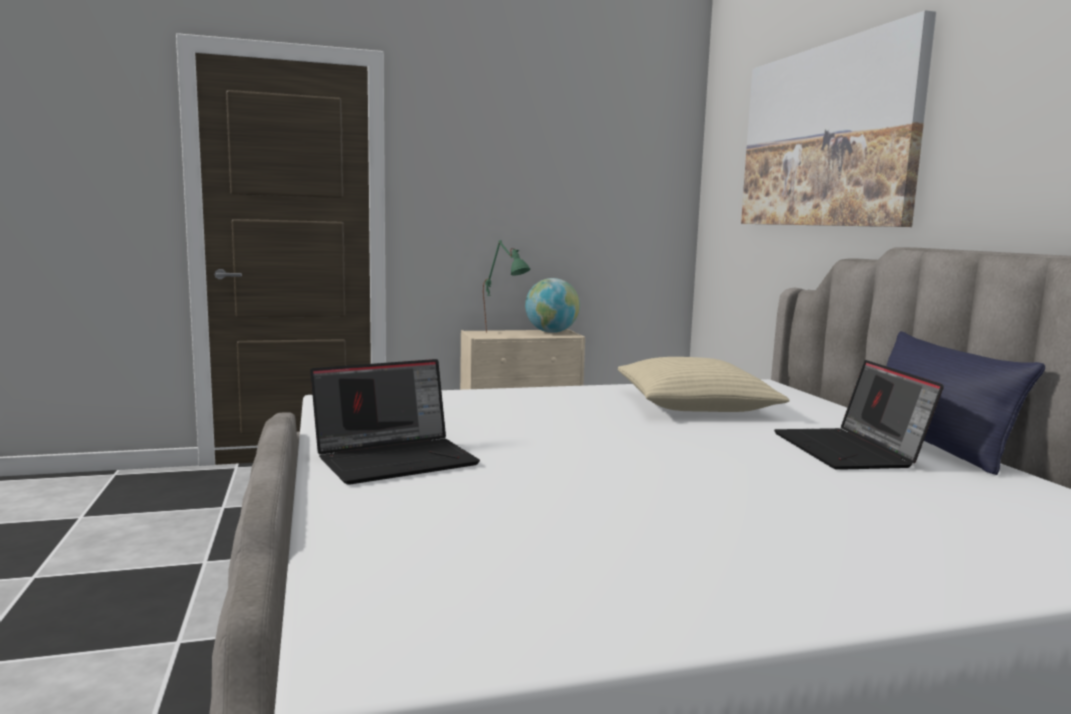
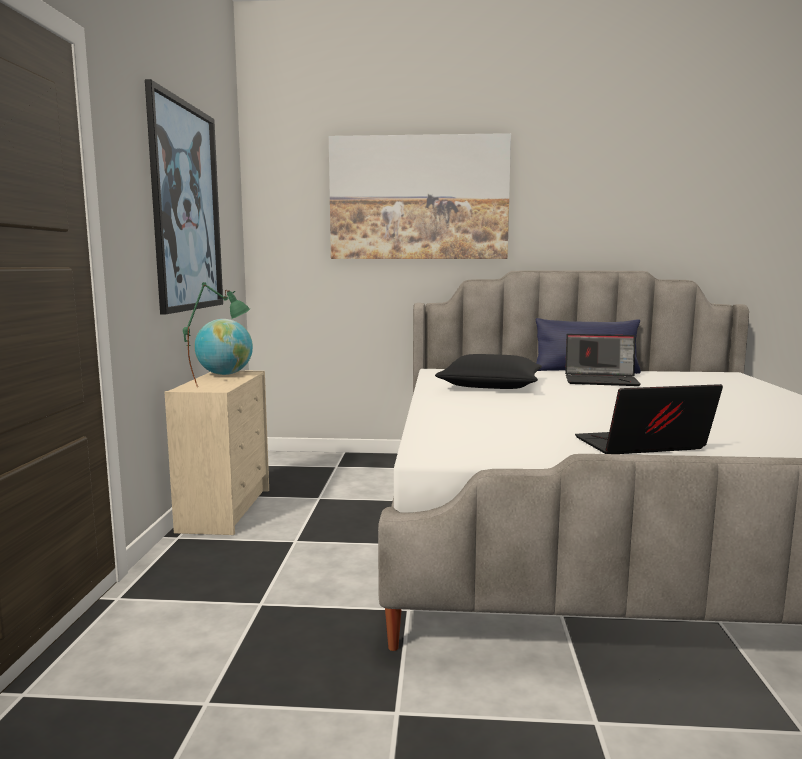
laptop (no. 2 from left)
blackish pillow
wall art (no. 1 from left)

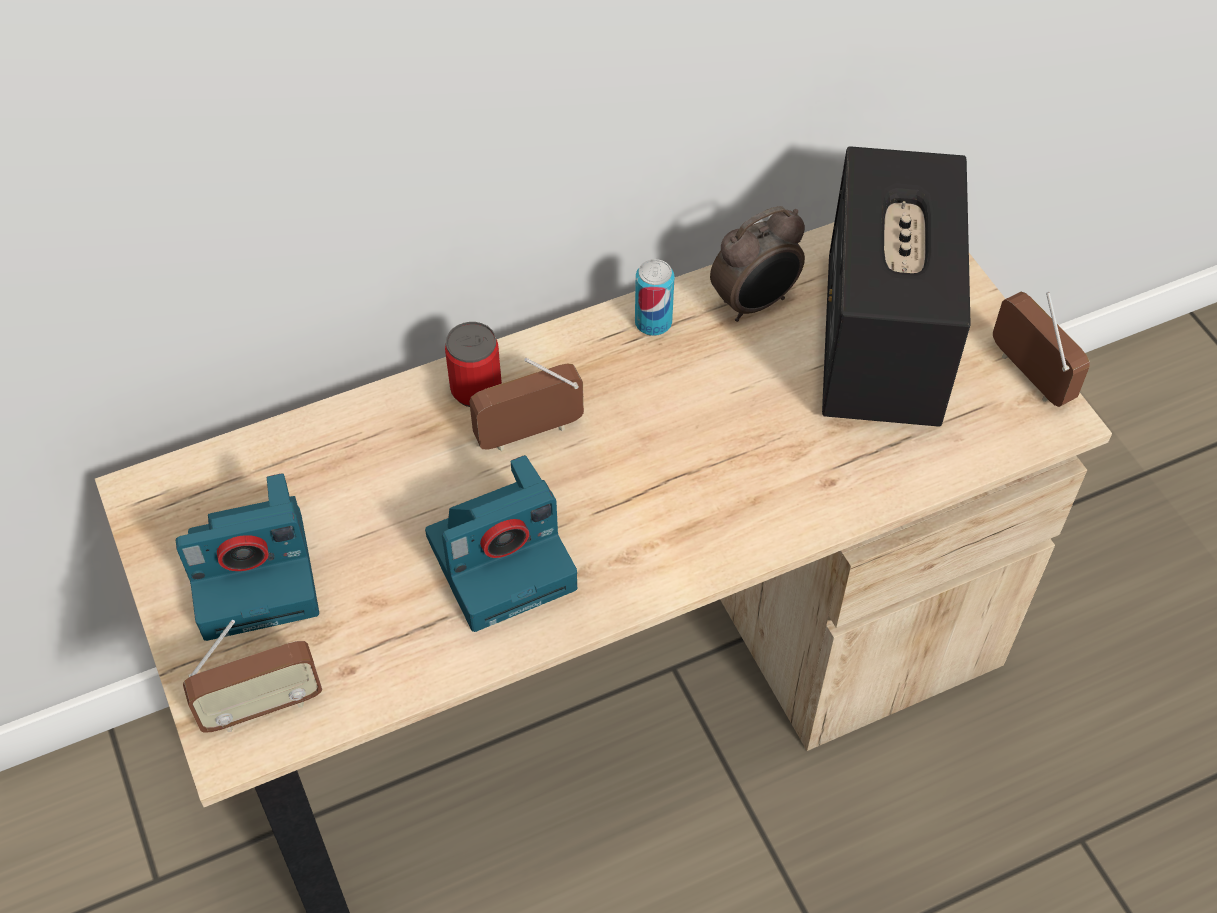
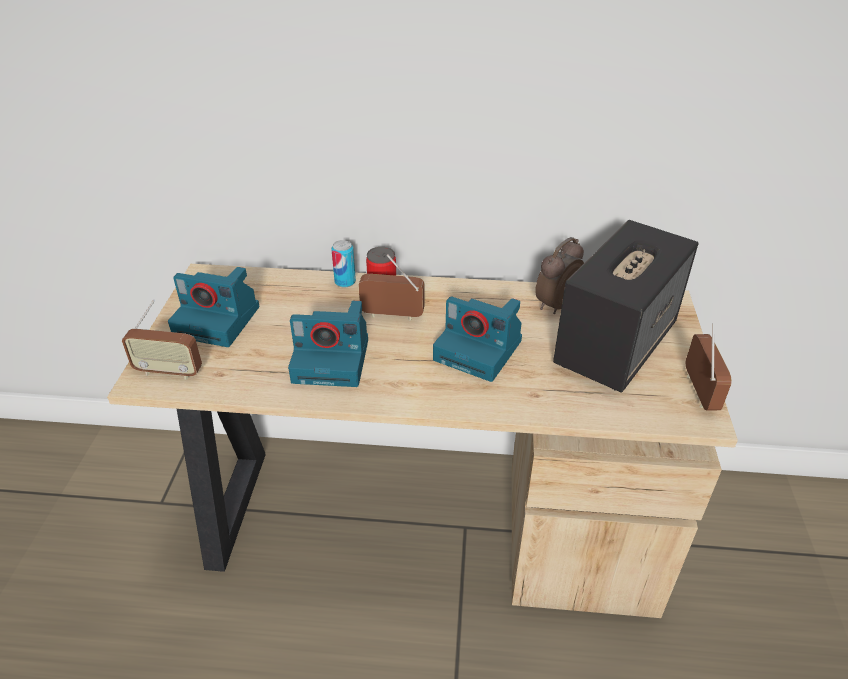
sealed can (no. 1 from left)
bedside clock
still camera (no. 3 from left)

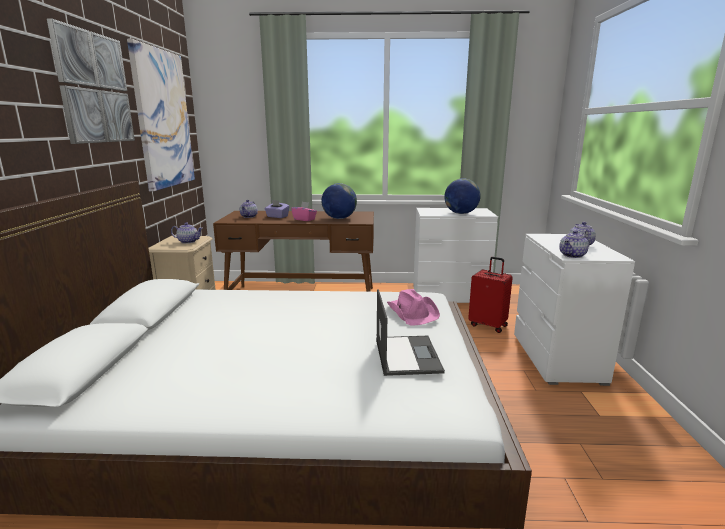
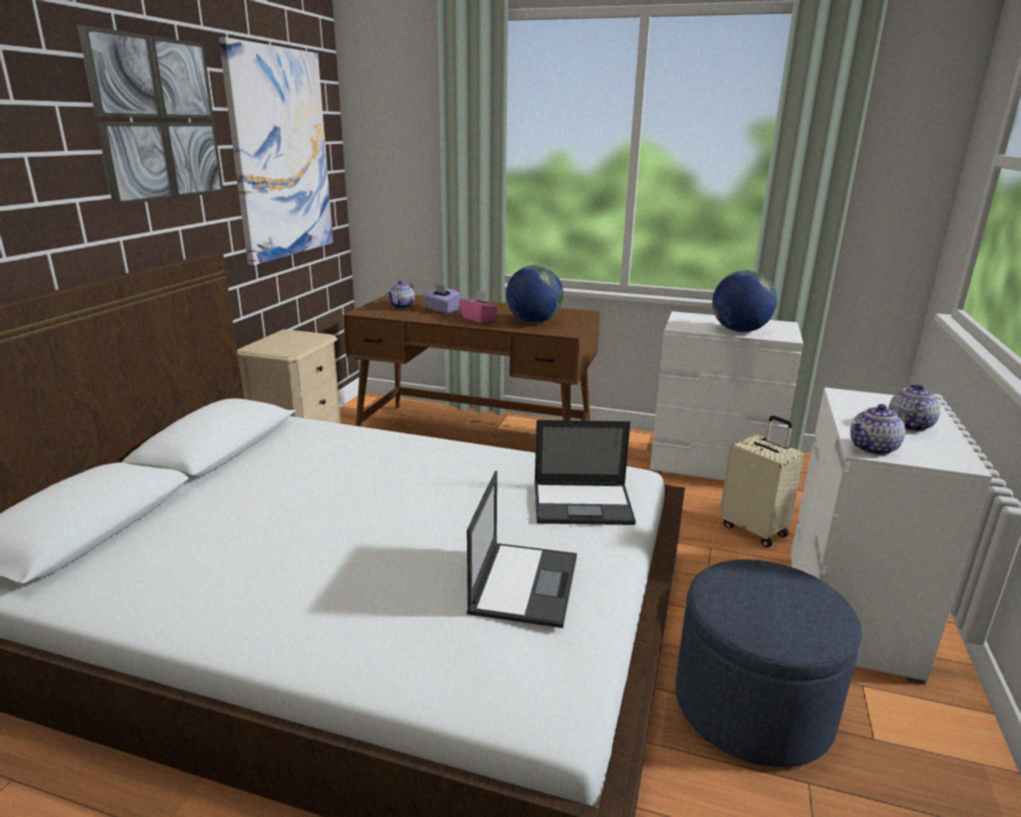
pot for tea (no. 1 from left in the first image)
laptop (no. 2 from left)
beige piece of luggage
blue ottoman

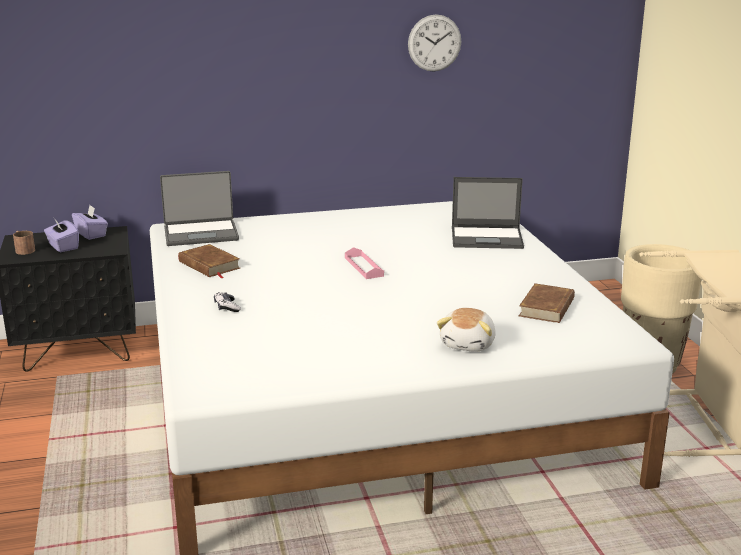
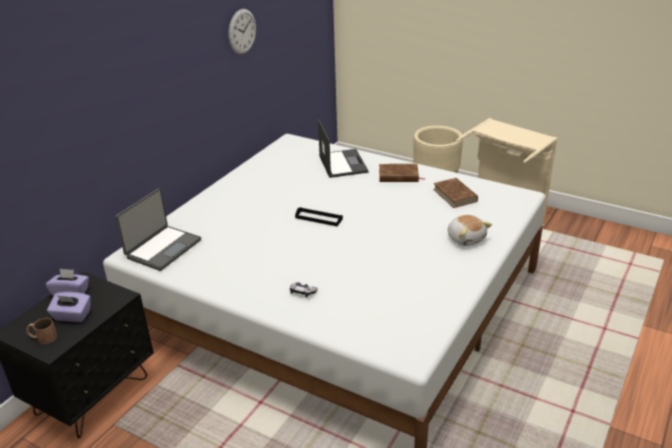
brown-coloured bound book (no. 1 from left)
blackish tray
laptop (no. 2 from left)

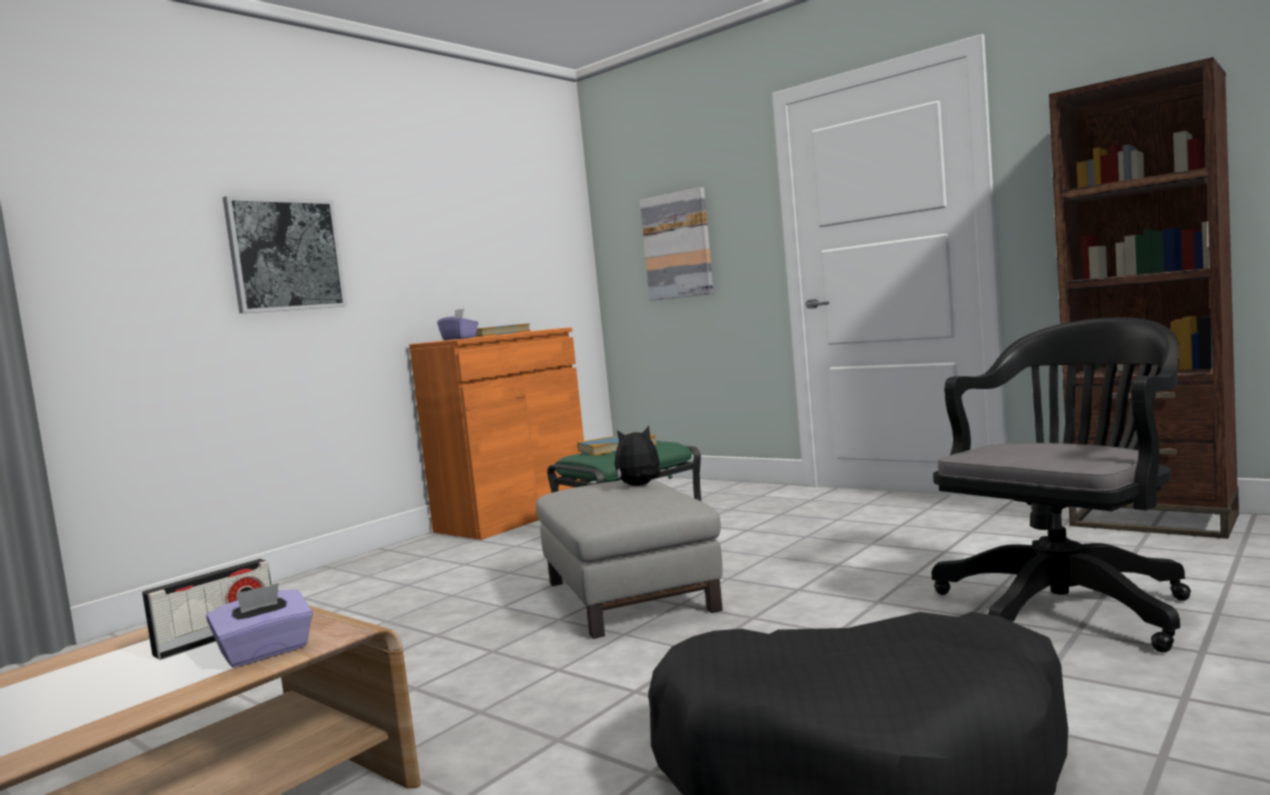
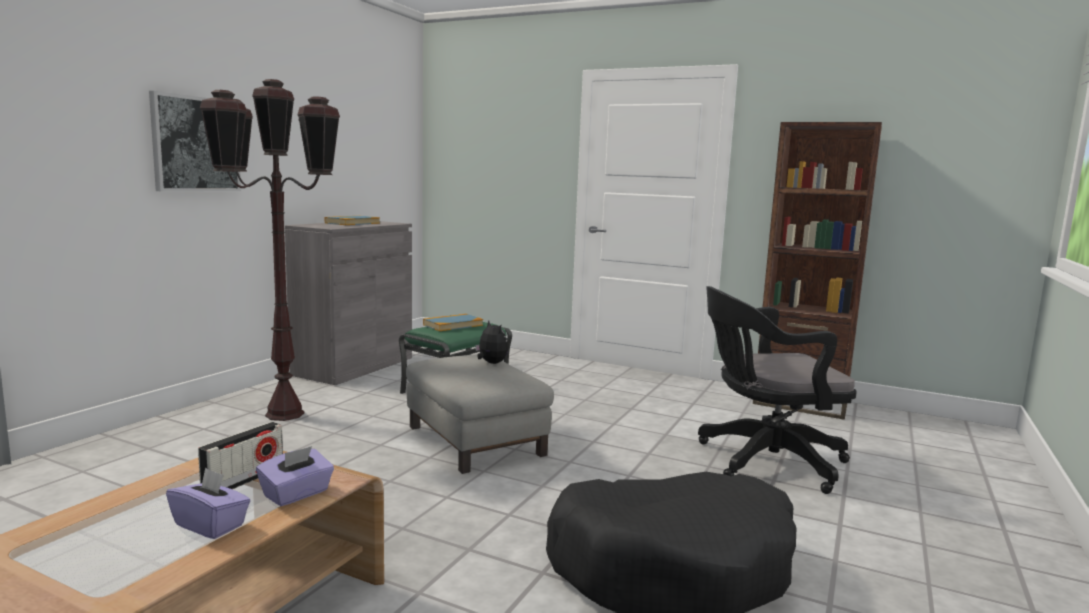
grey cupboard
purple tissue holder (no. 1 from left)
plush toy
wall art (no. 2 from left in the first image)
blackish desk chair
brown-coloured floor lamp

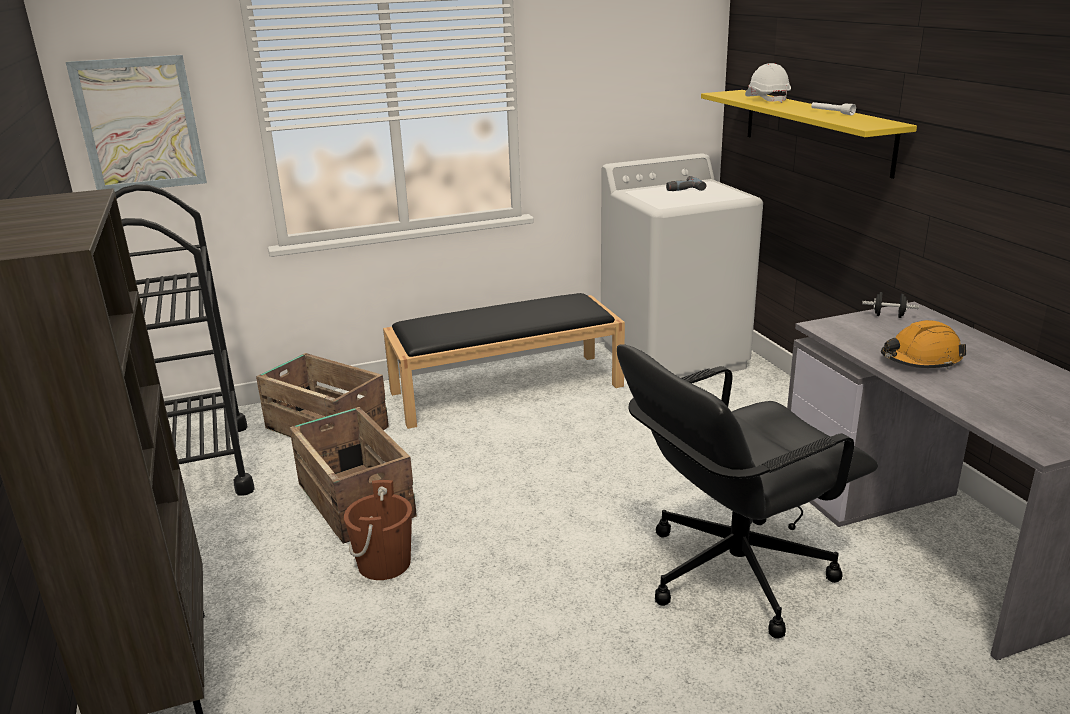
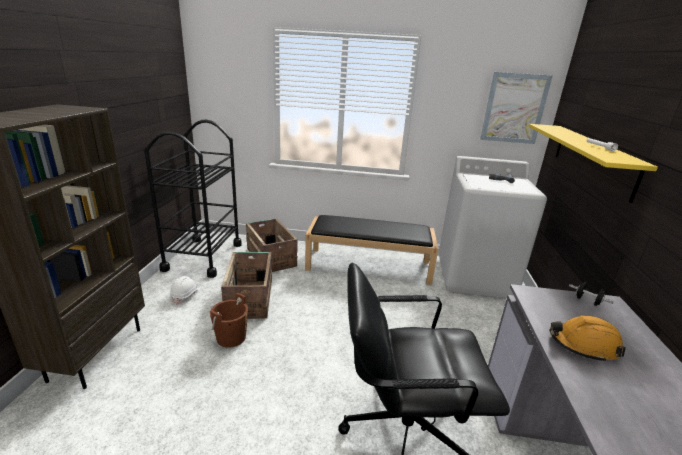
wall art
whitish safety helmet

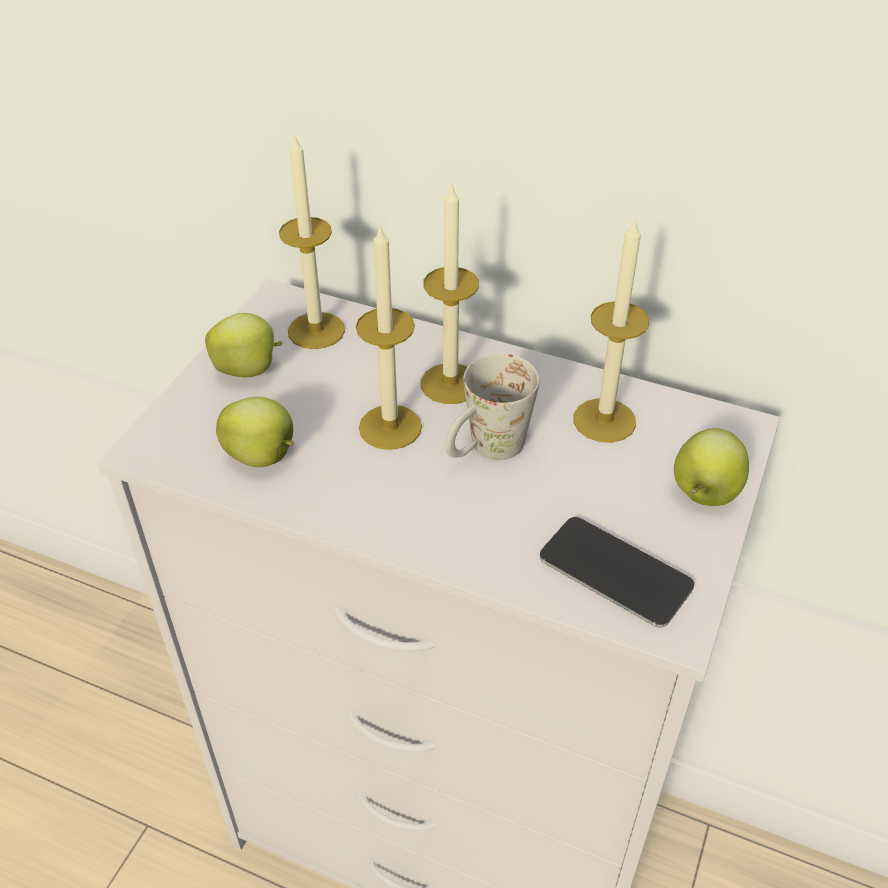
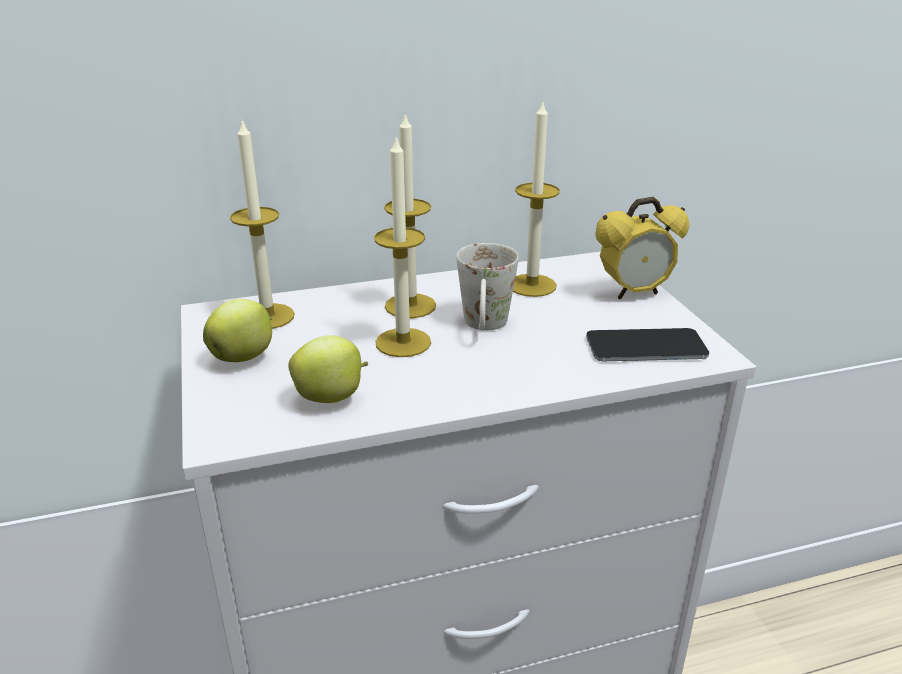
bedside clock

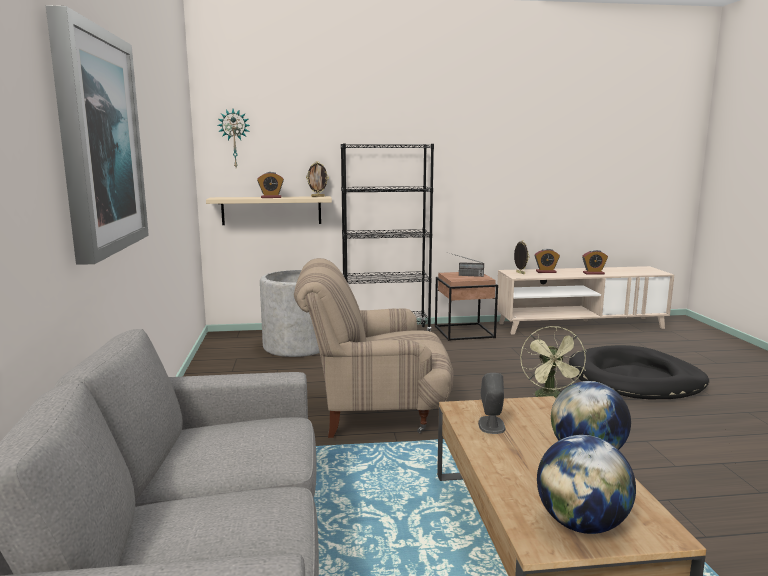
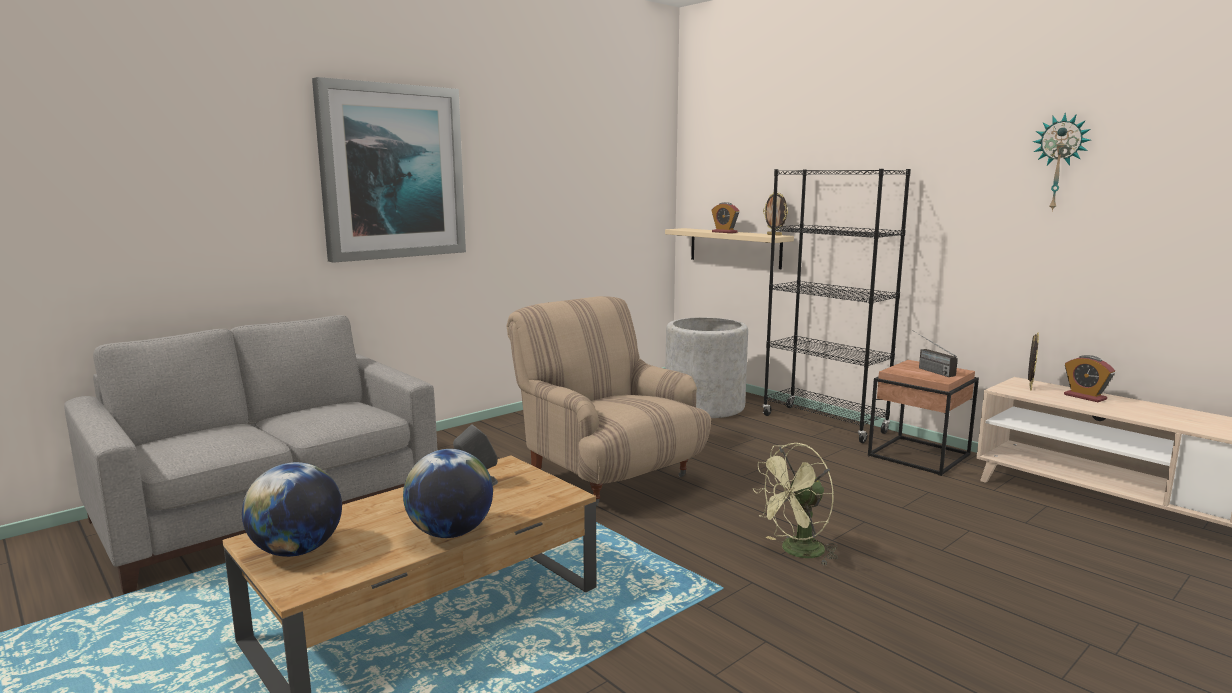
clock on the wall
blackish pet bed
bedside clock (no. 3 from left in the first image)

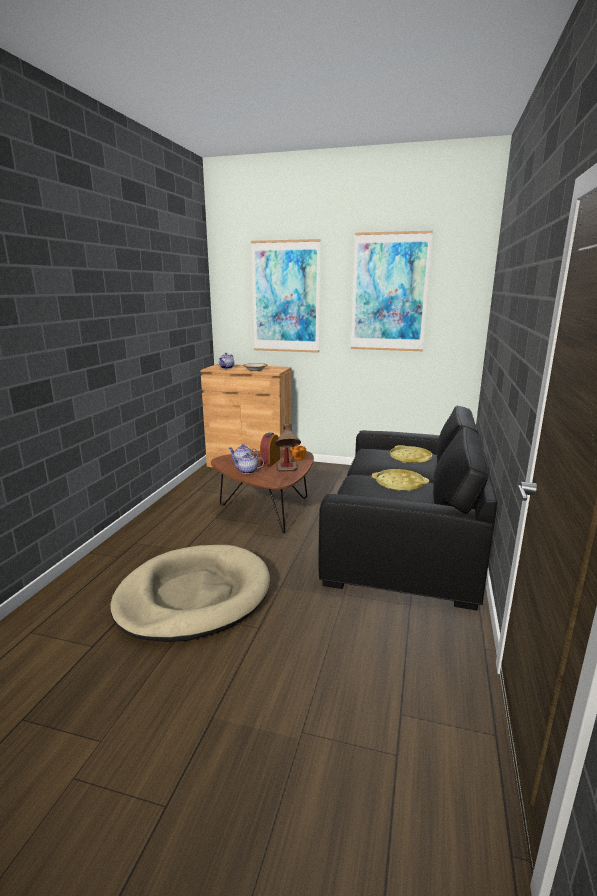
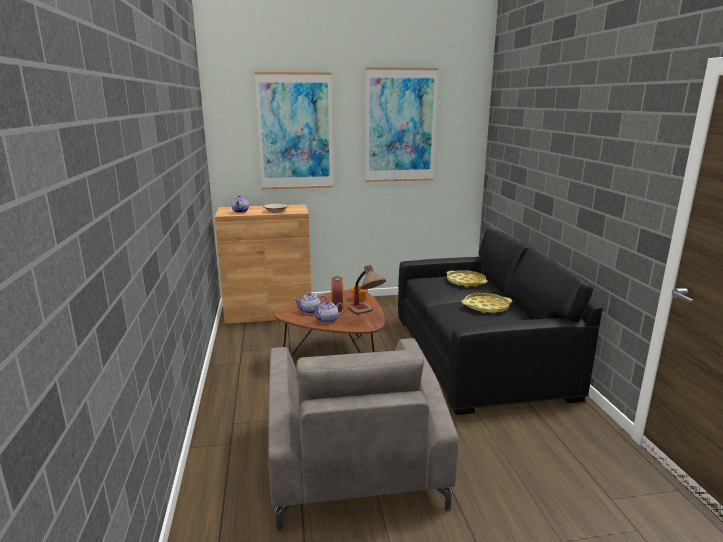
grey easy chair

